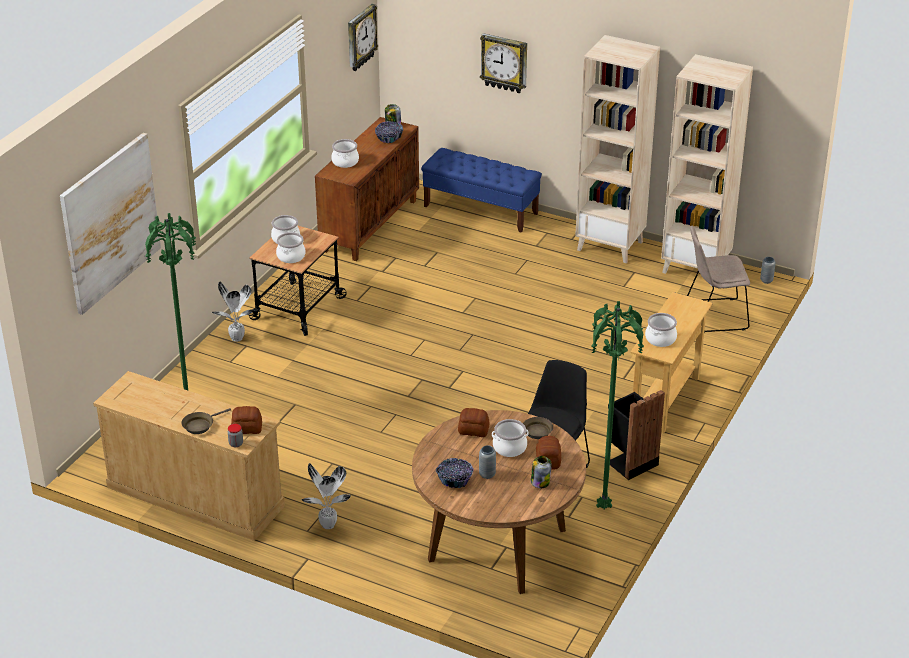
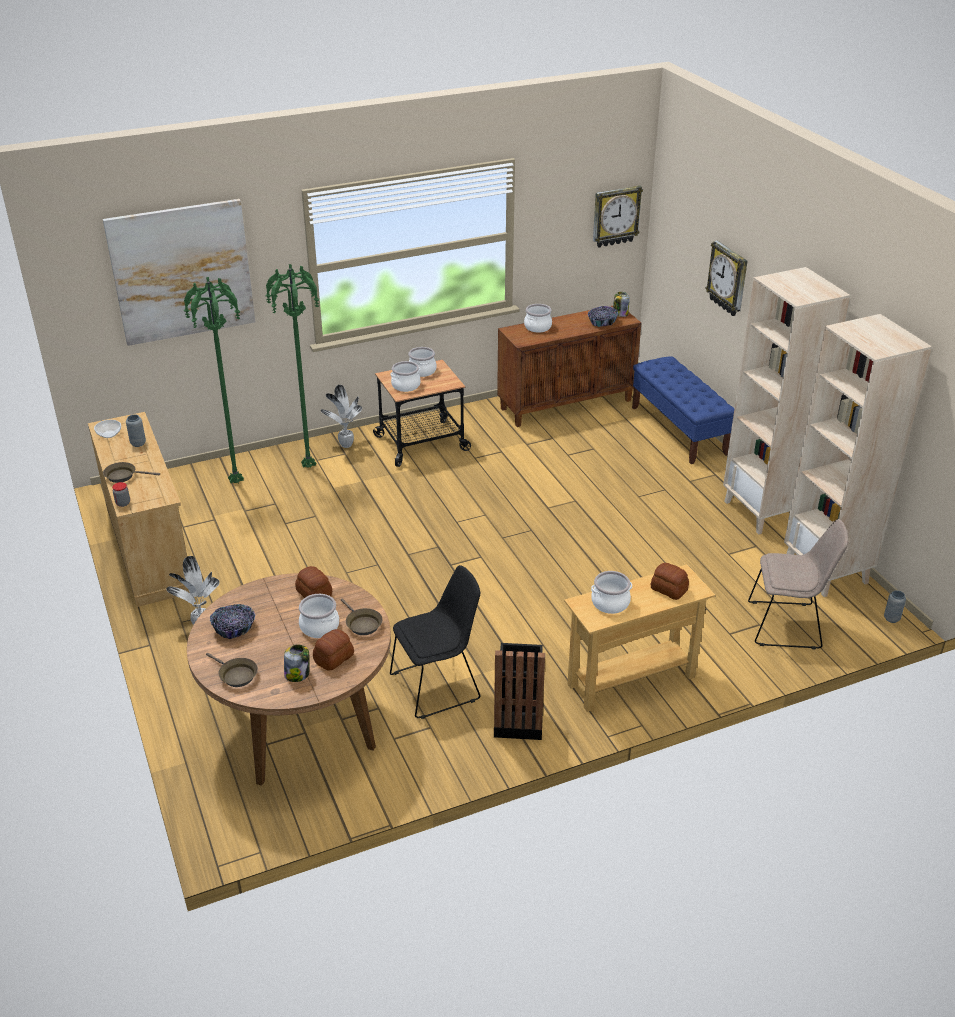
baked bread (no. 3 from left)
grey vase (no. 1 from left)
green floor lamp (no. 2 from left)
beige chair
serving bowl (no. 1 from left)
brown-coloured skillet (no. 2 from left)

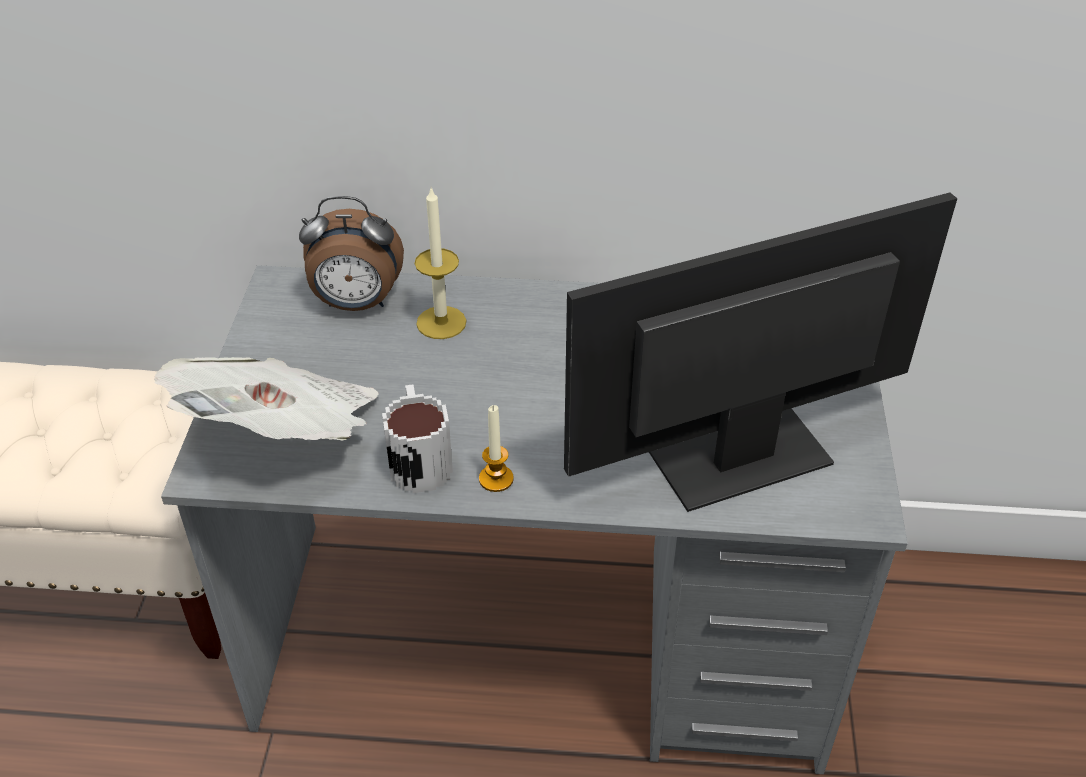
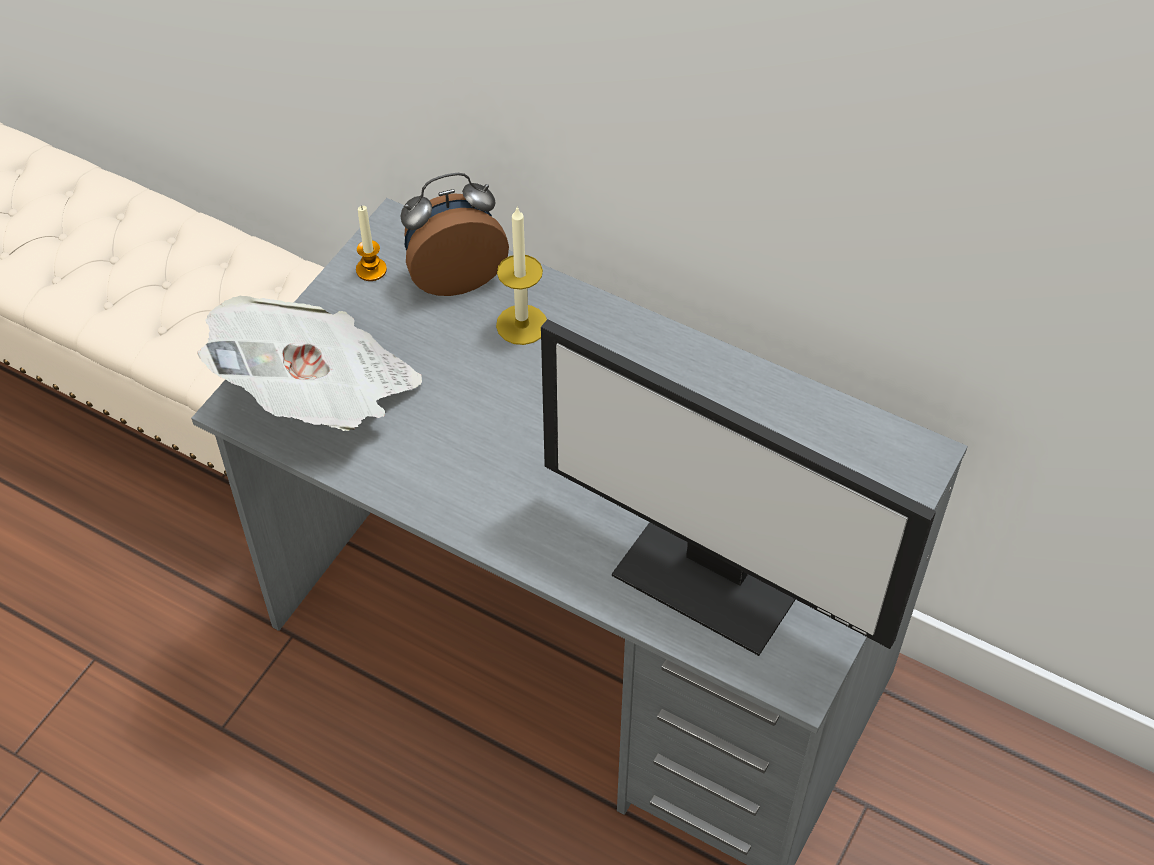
bedside clock
tea mug
wax light (no. 1 from left)
monitor

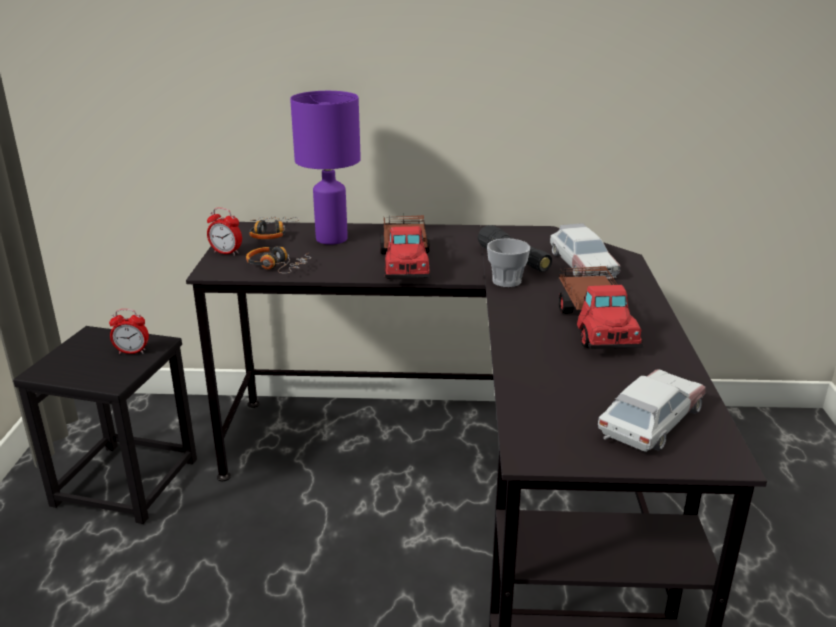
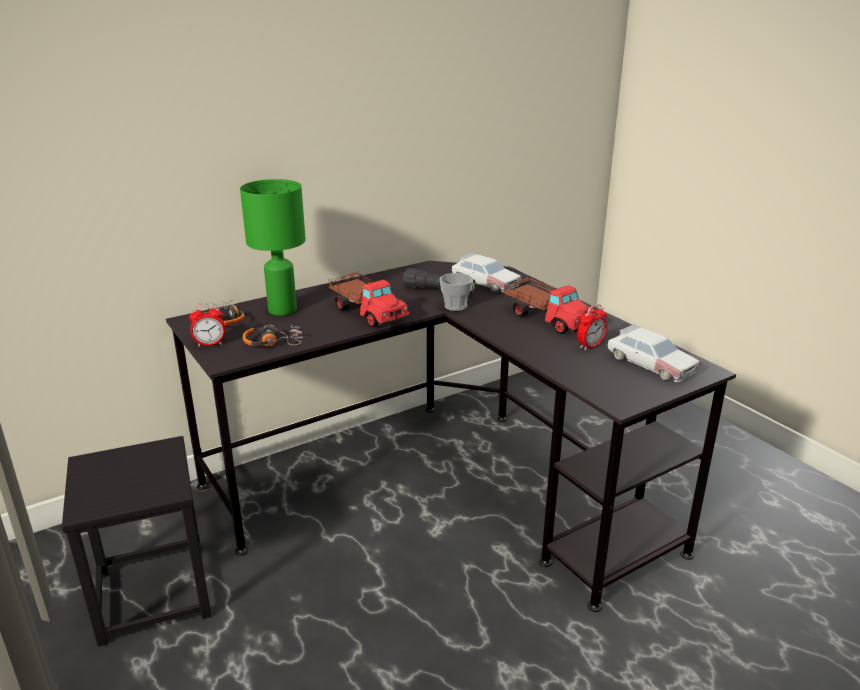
bedside clock (no. 2 from left)
green lamp for a table
model car (no. 2 from left)

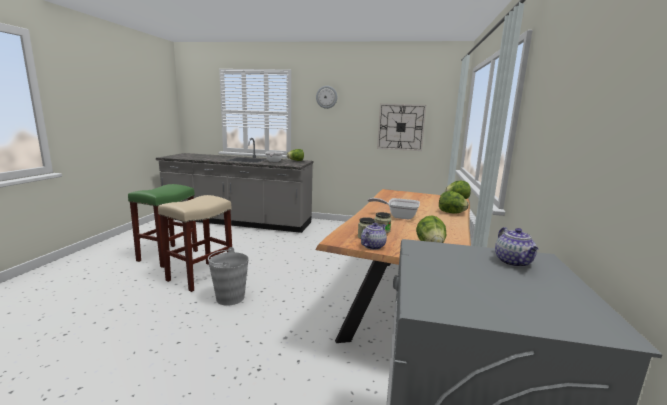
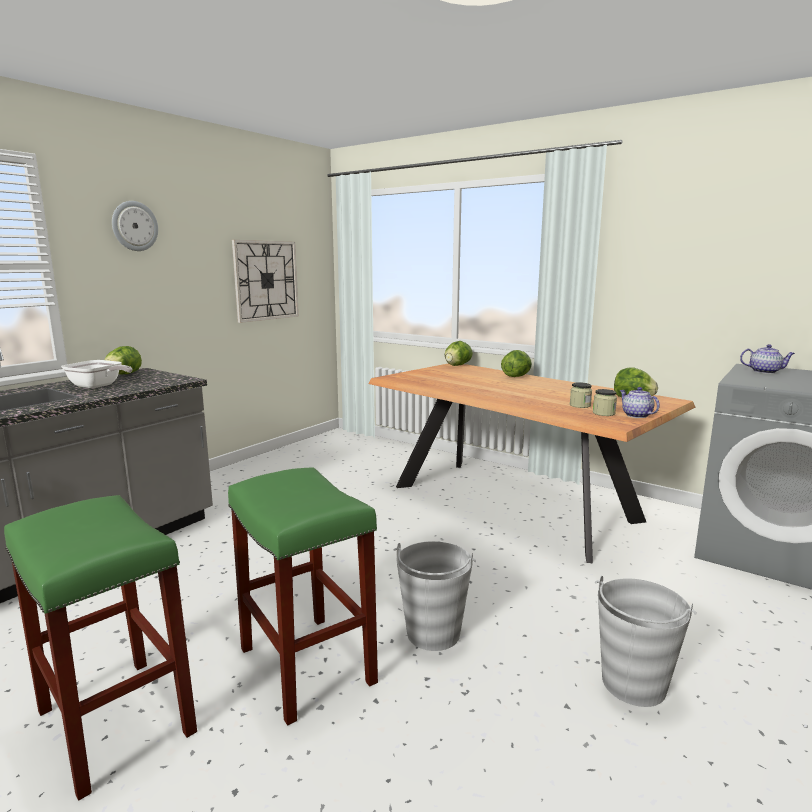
green stool seat (no. 2 from left)
skillet (no. 2 from left in the first image)
grey water bucket (no. 2 from left)

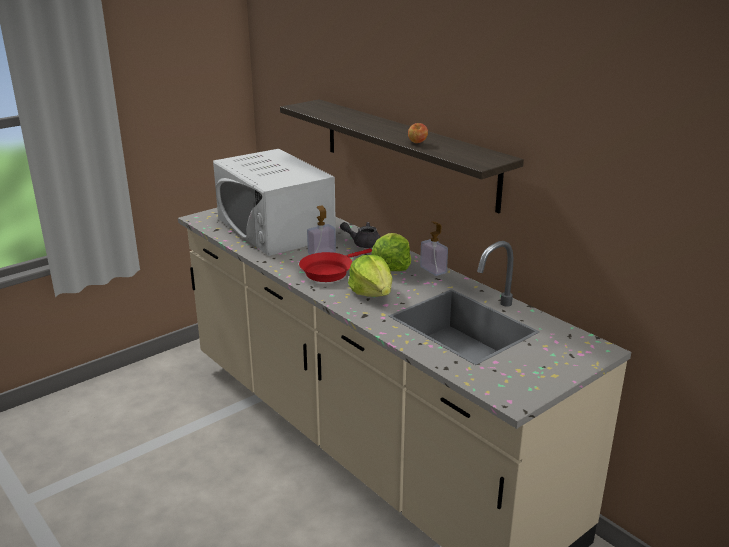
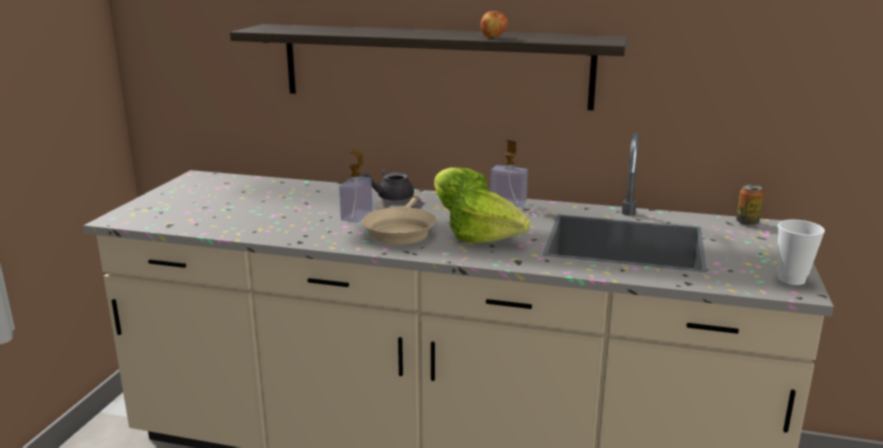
whitish kitchen microwave
beige skillet
sealed can
cup

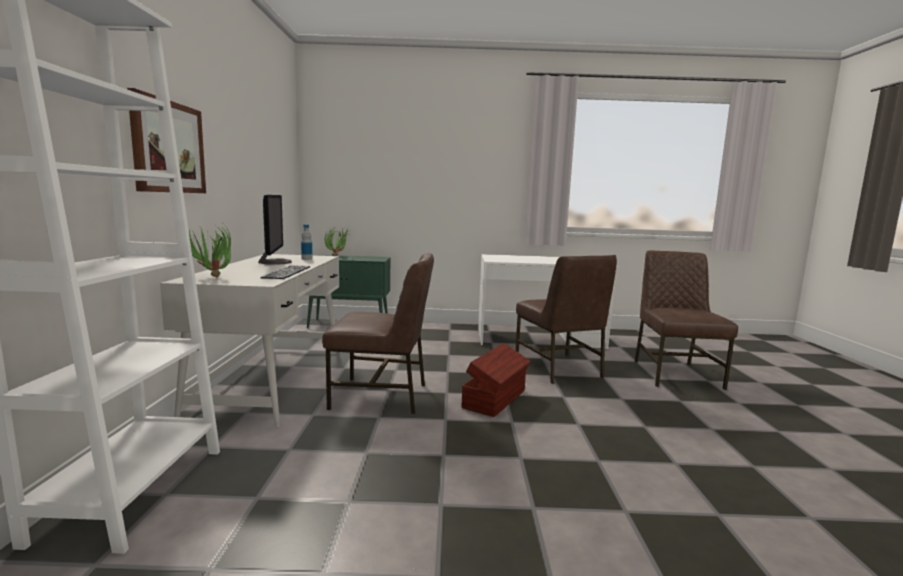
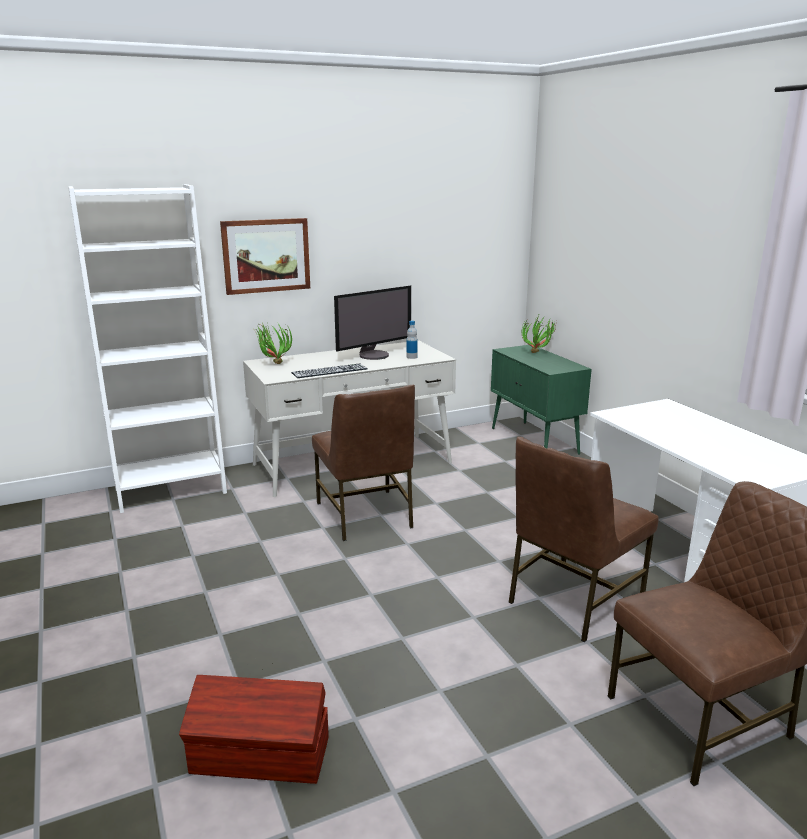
brown-coloured storage container

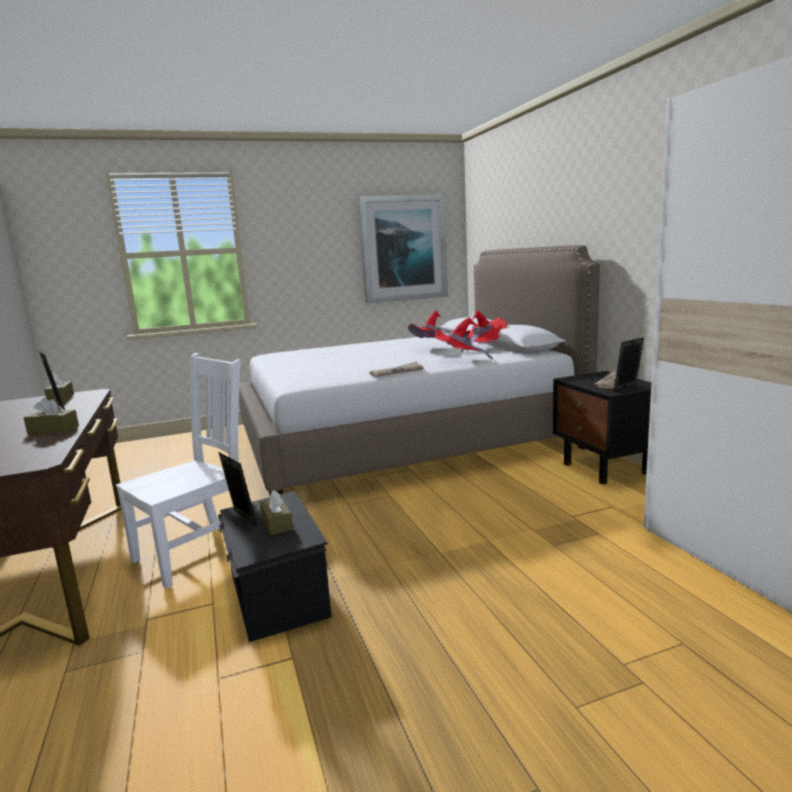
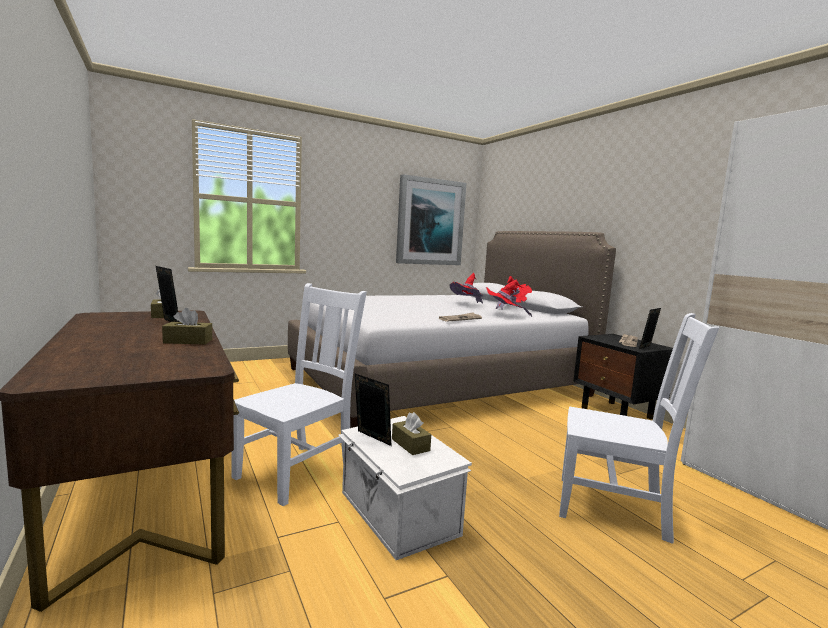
whitish storage container
whitish chair (no. 2 from left)

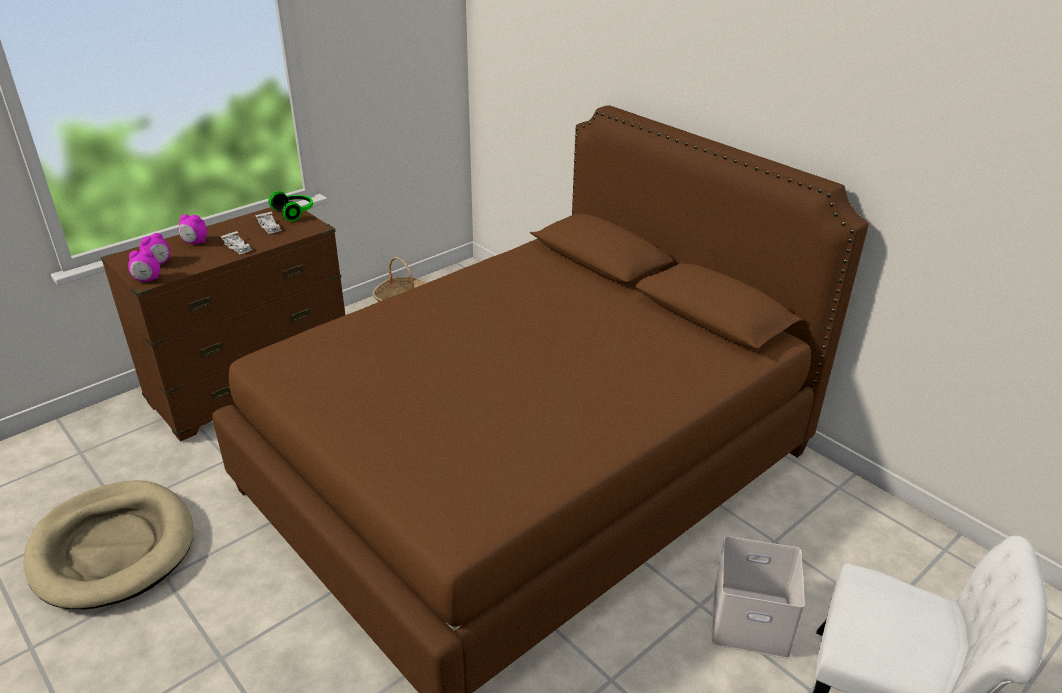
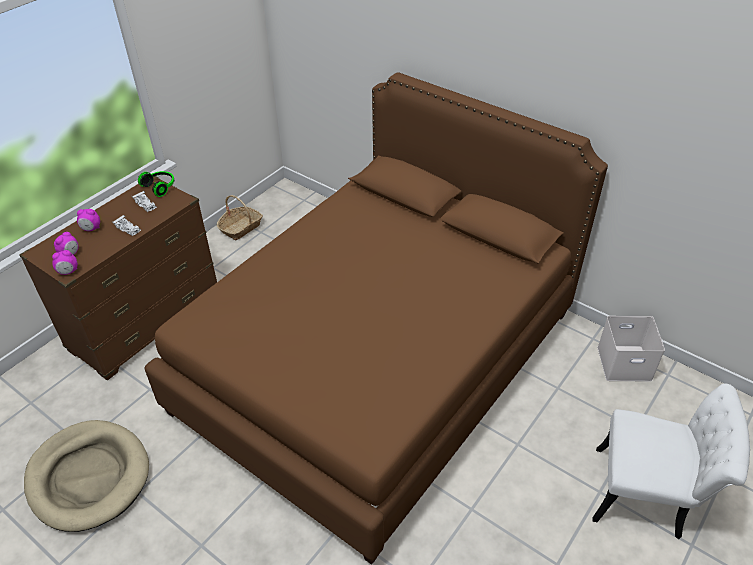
whitish storage container

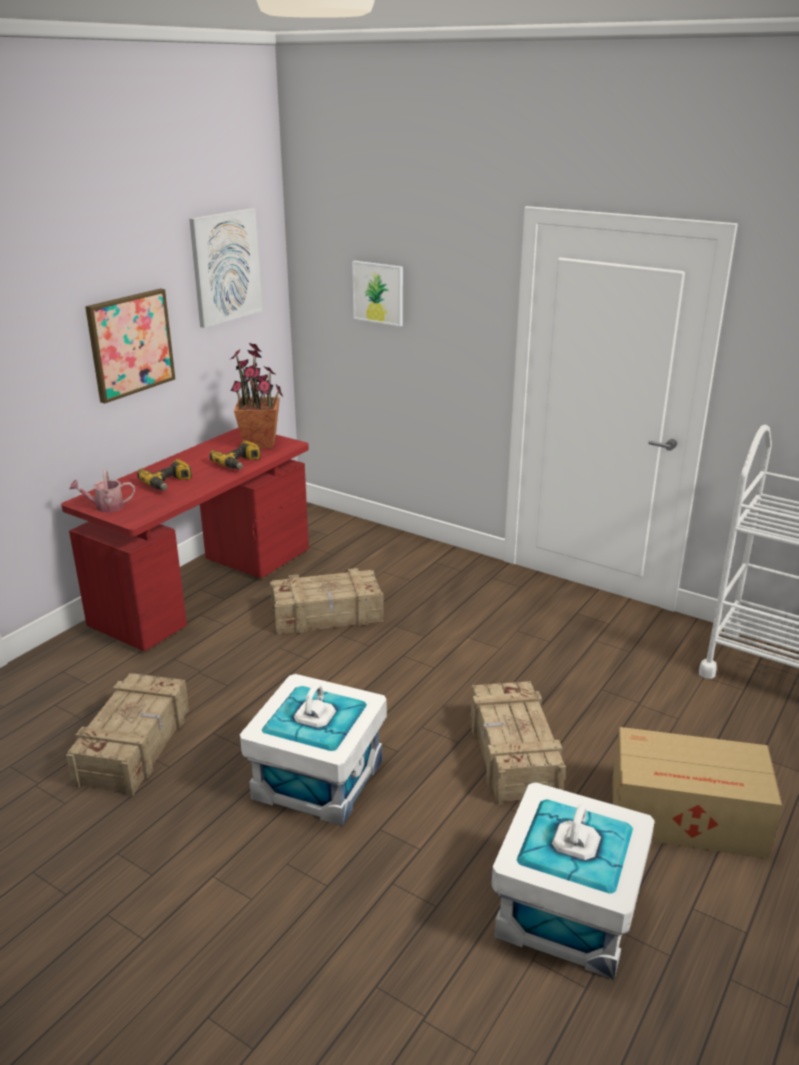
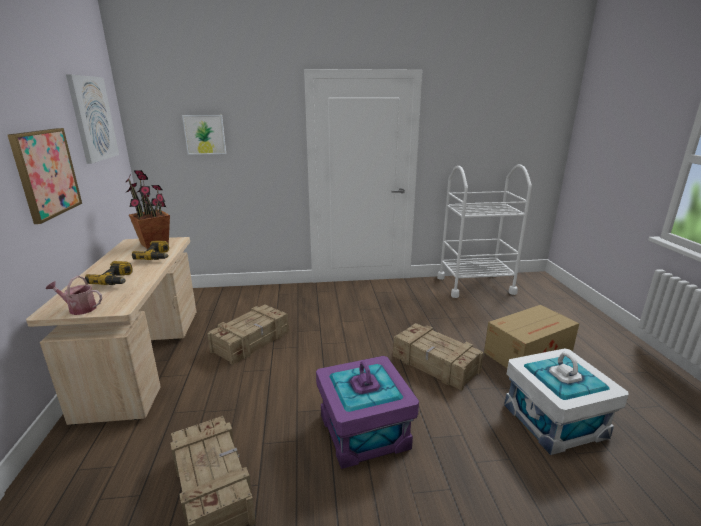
beige desk
sprinkling can
purple storage container

